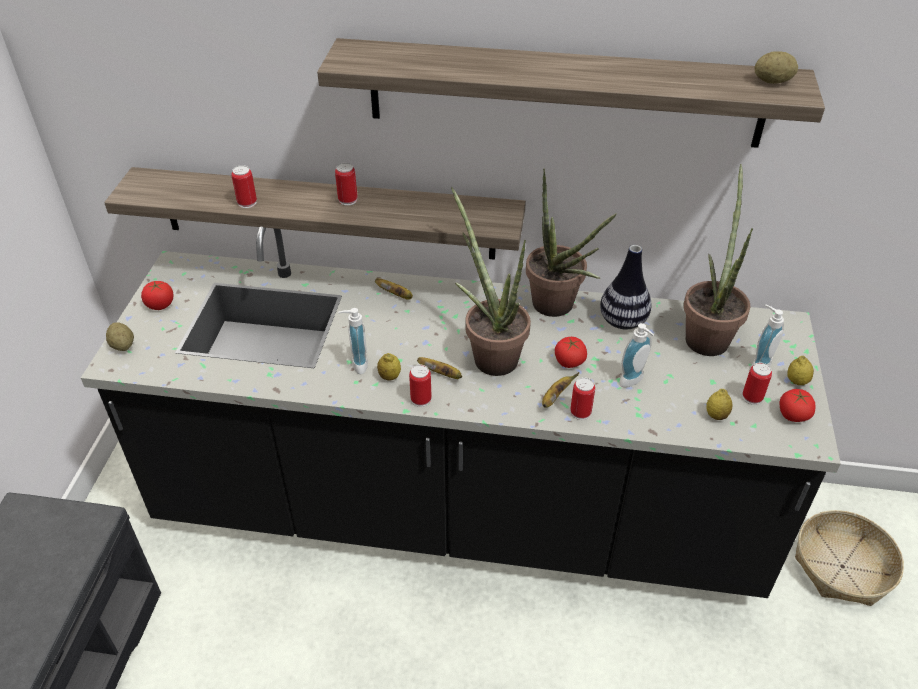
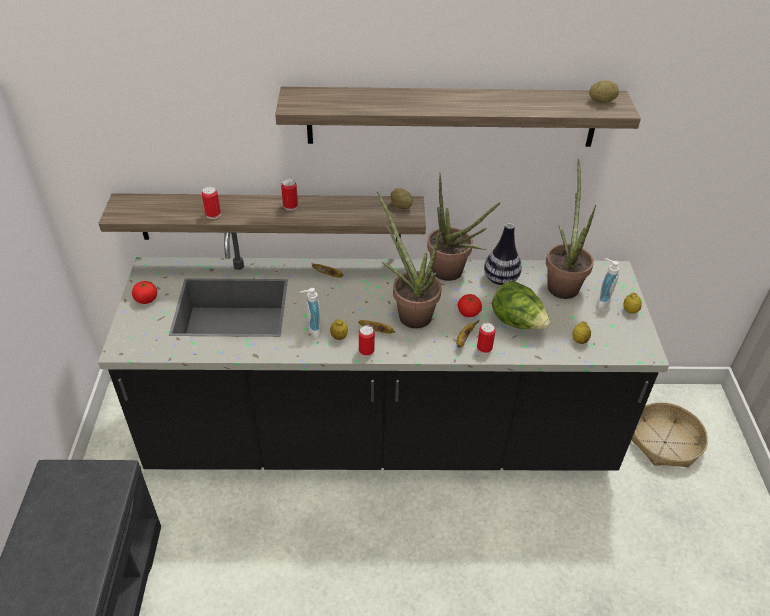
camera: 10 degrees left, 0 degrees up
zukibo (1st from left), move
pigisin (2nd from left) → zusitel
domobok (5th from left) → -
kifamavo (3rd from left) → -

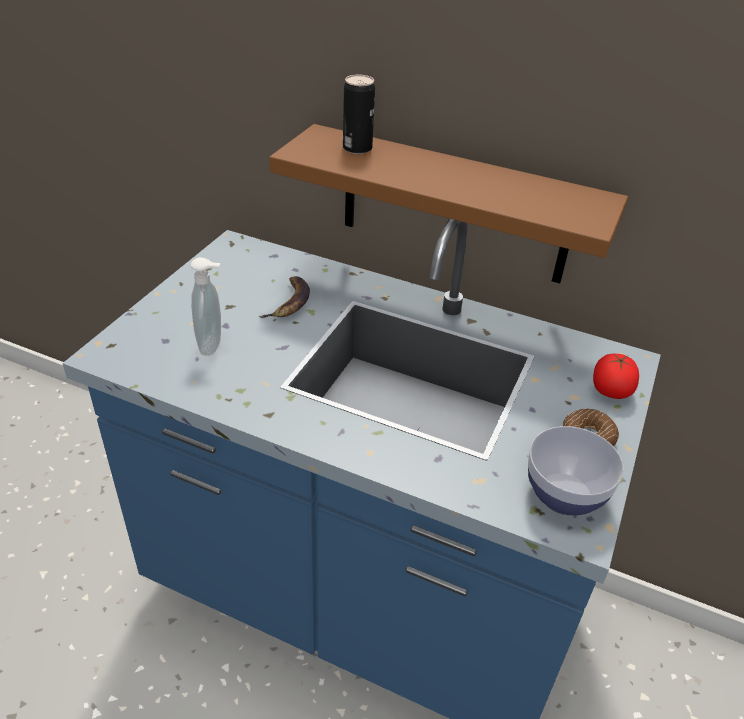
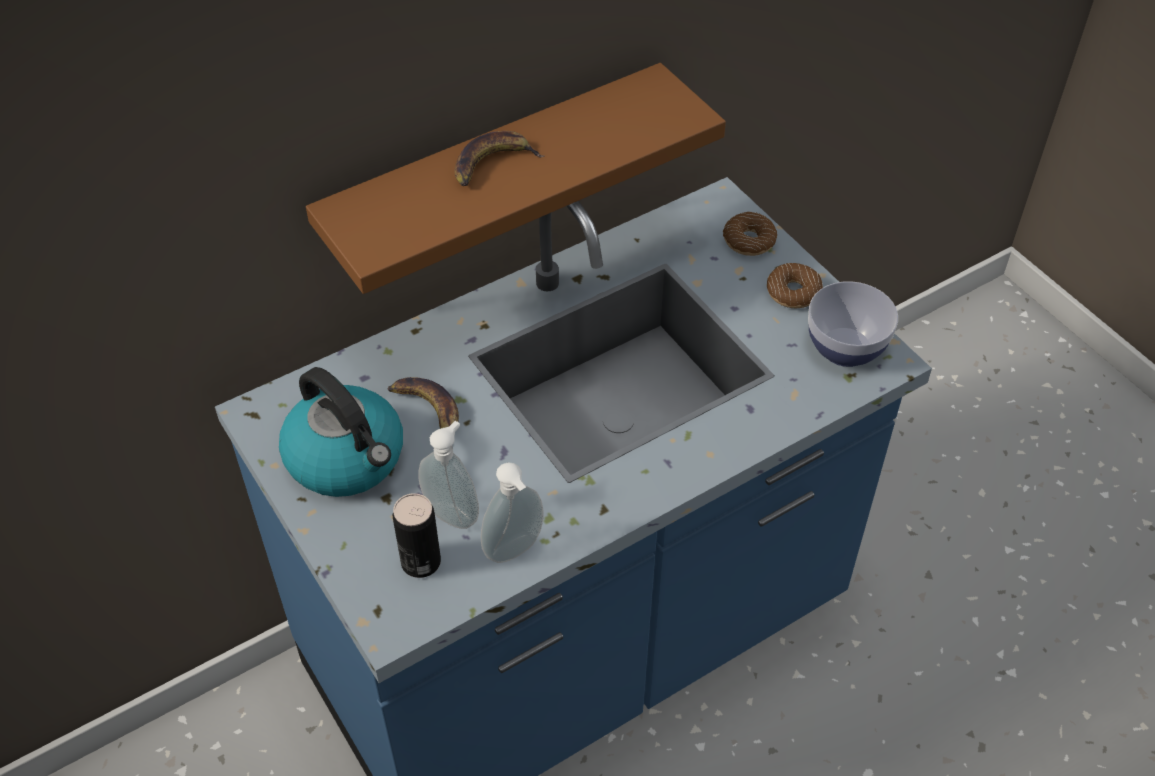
camera: 55 degrees left, 10 degrees up
- → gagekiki
domobok, move
- → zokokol (2nd from left)
- → pigisin (2nd from left)
kifamavo → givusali (1st from left)

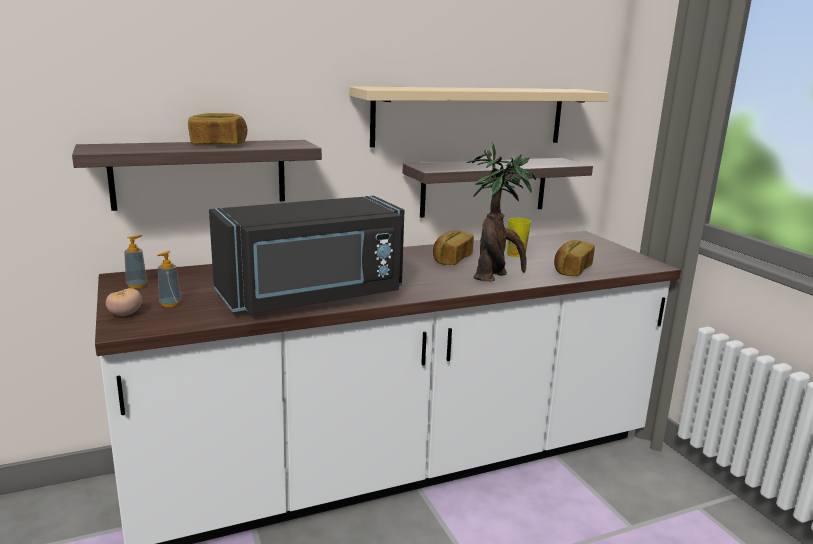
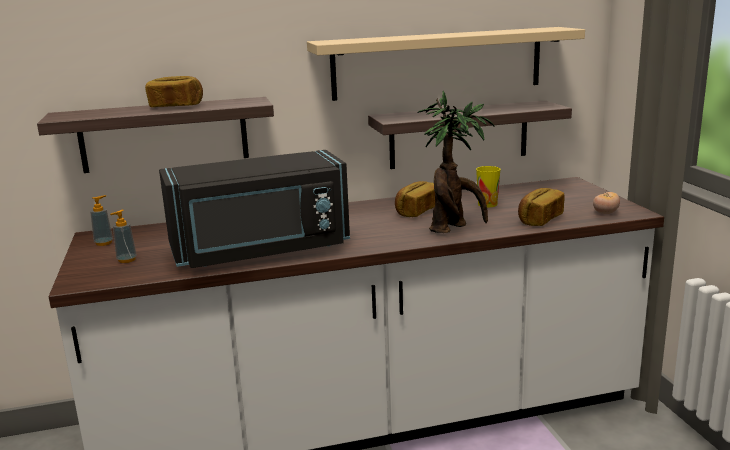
camera: 10 degrees right, 0 degrees up
kifamavo, move

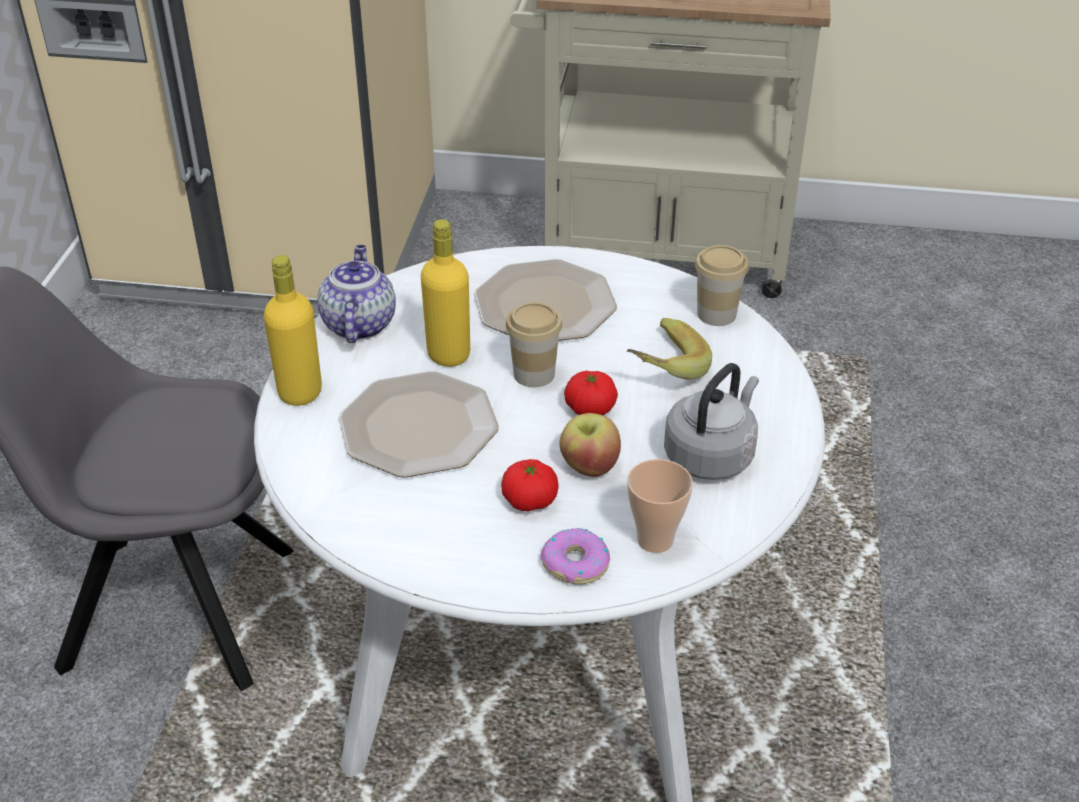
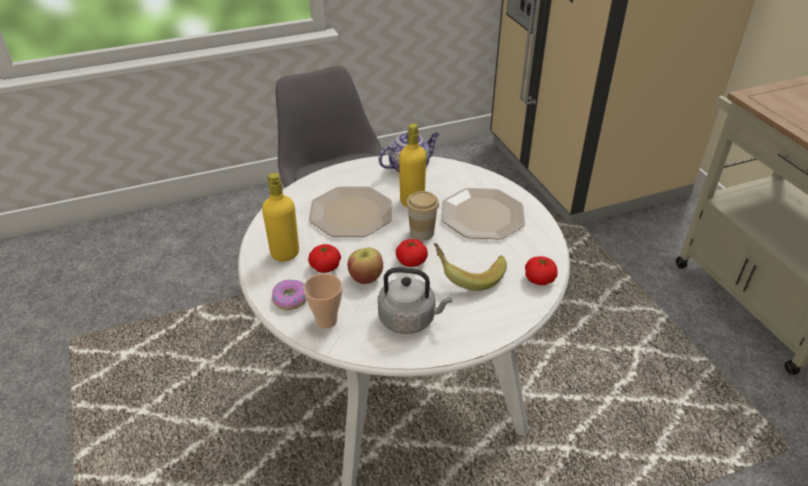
camera: 60 degrees right, 0 degrees up
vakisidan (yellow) (1st from left), move
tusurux (3rd from left) → kifamavo (3rd from left)

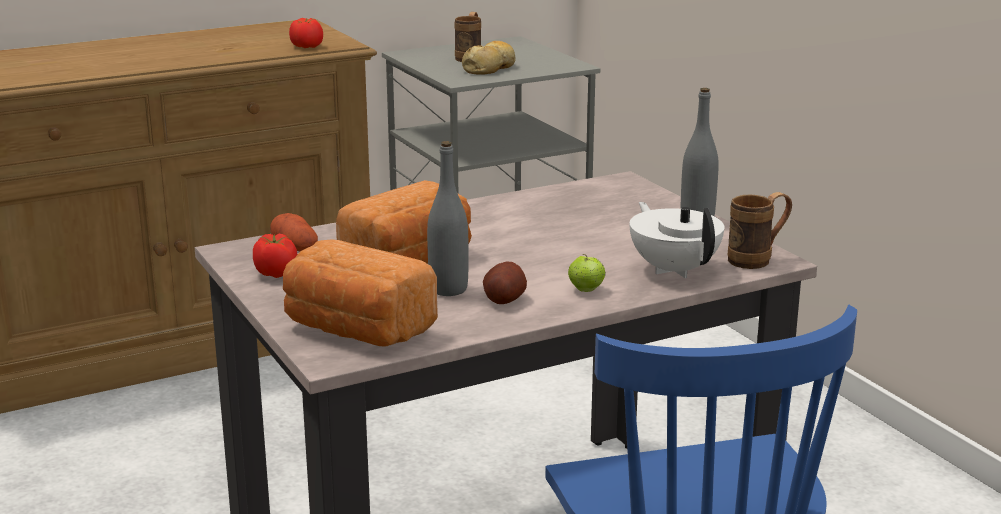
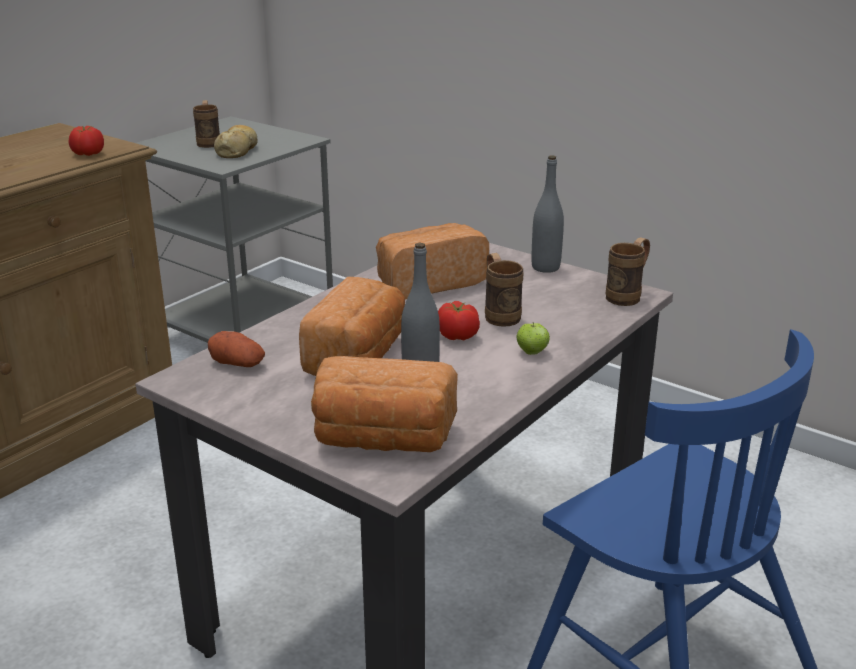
camera: 25 degrees left, 5 degrees up
- → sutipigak (4th from left)
kifamavo (1st from left in the first image) → kifamavo (2nd from left), move
- → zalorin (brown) (2nd from left)
zukibo (2nd from left) → -
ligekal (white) → -

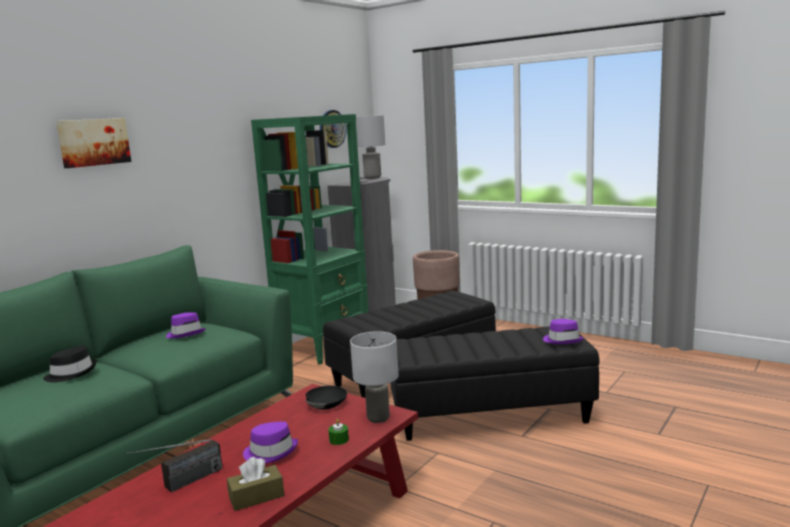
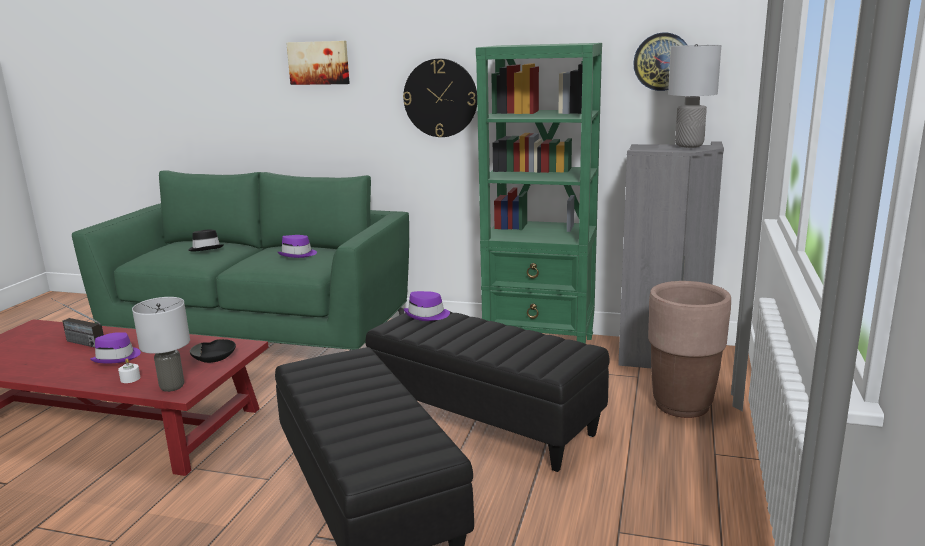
camera: 70 degrees right, 5 degrees up
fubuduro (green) → fubuduro (white)
- → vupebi (1st from left)
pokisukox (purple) (3rd from left), move
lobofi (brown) → -

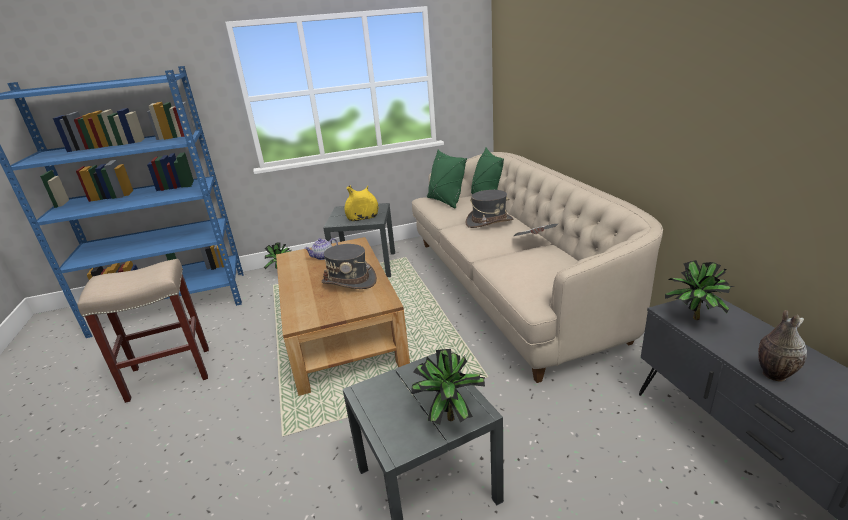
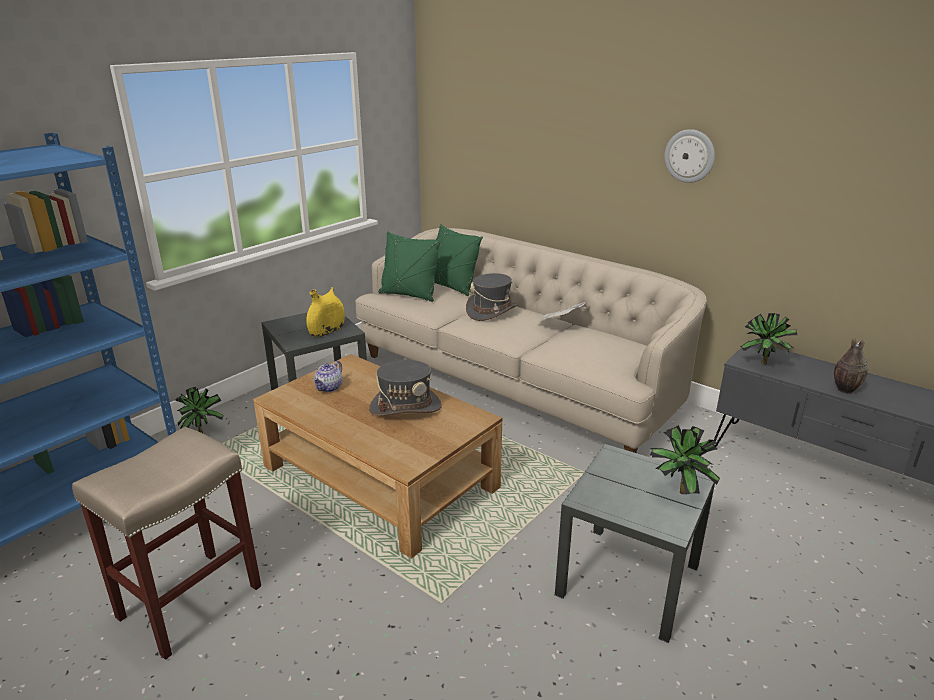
camera: 35 degrees left, 0 degrees up
- → vupebi

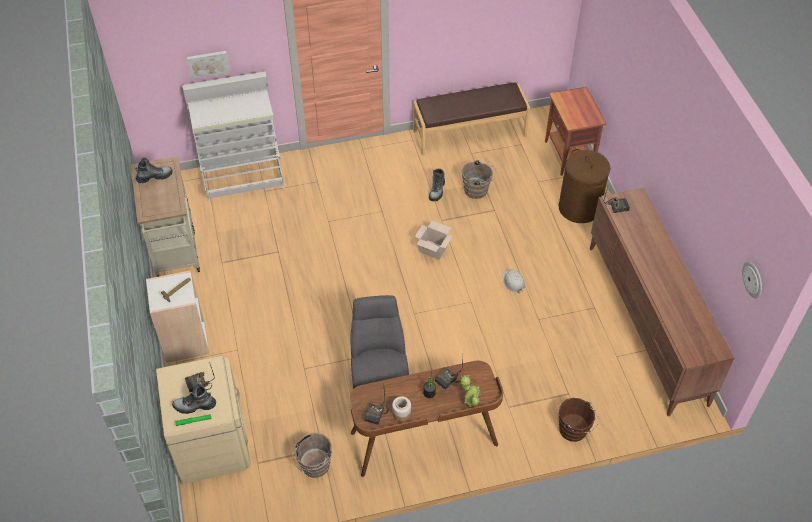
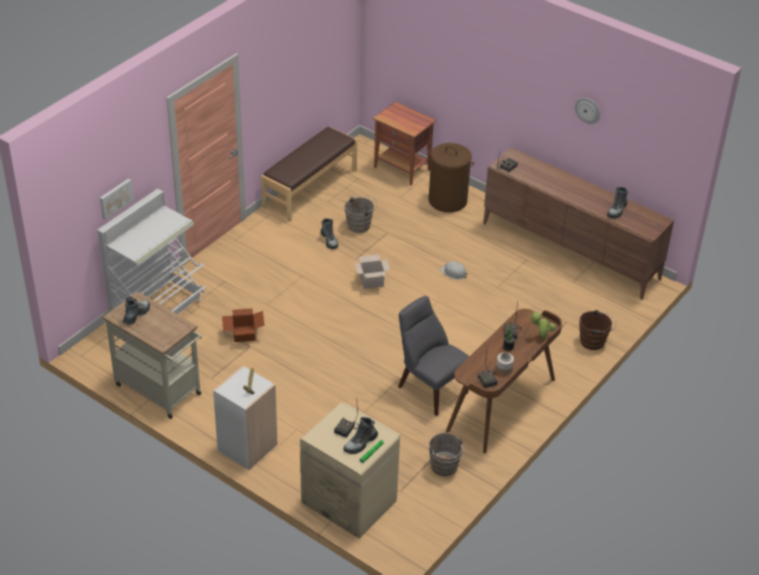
camera: 40 degrees left, 10 degrees down
- → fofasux (1st from left)
vupebi, move
- → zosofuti (4th from left)

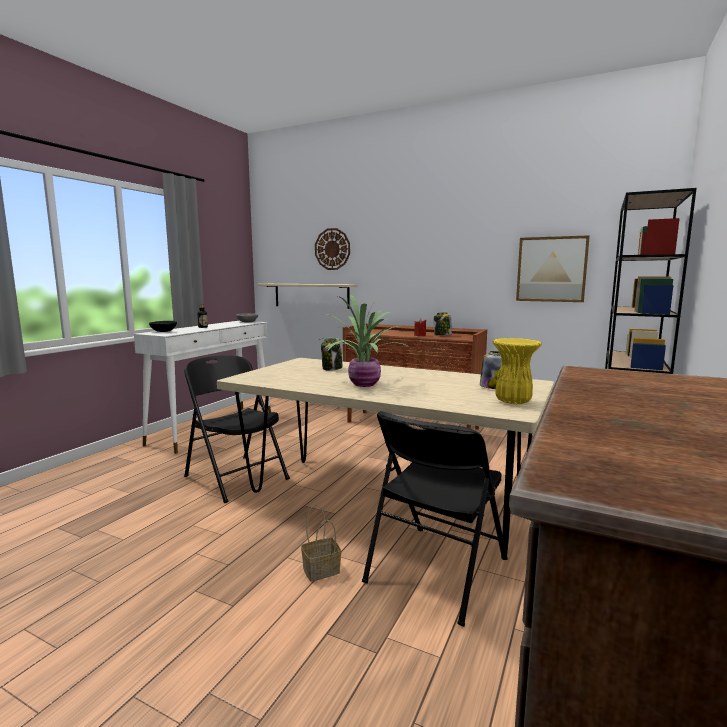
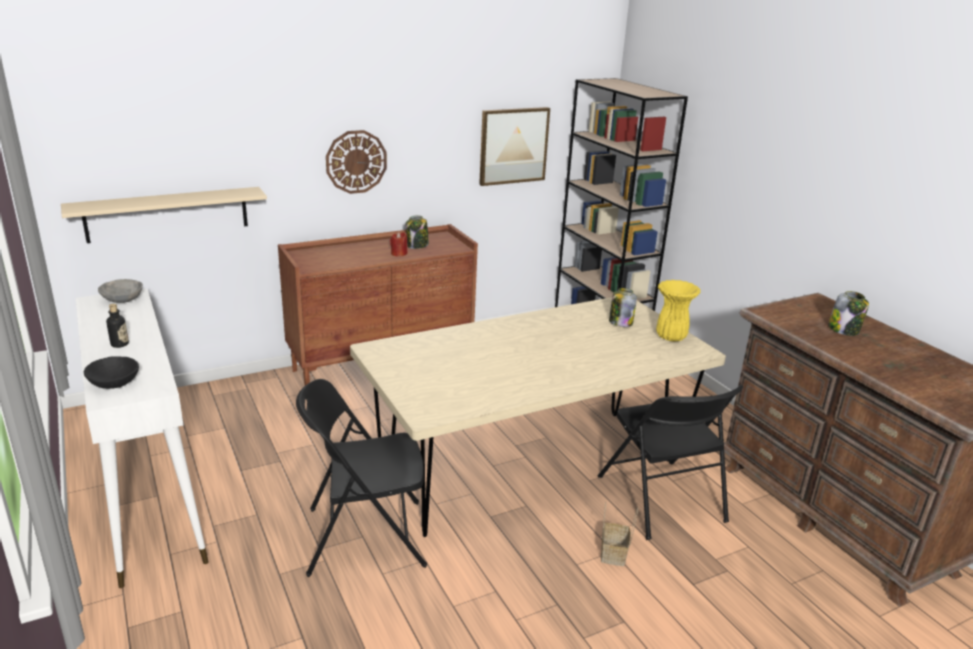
camera: 55 degrees left, 15 degrees up
vupebi, move
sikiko (1st from left in the first image) → sikiko (3rd from left), move
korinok → -

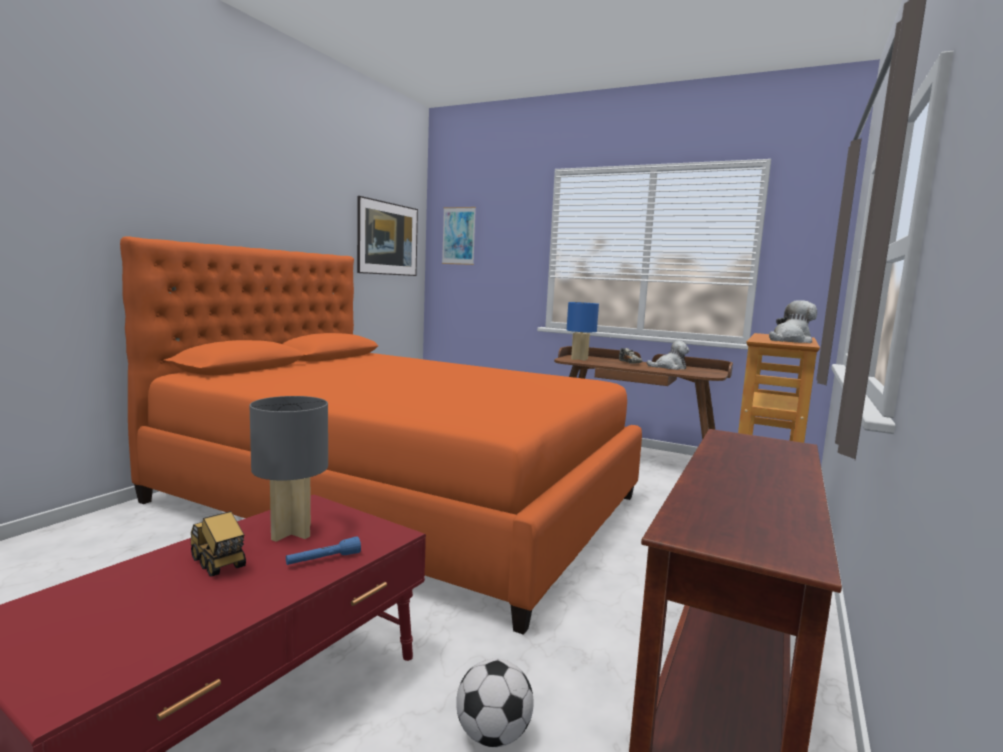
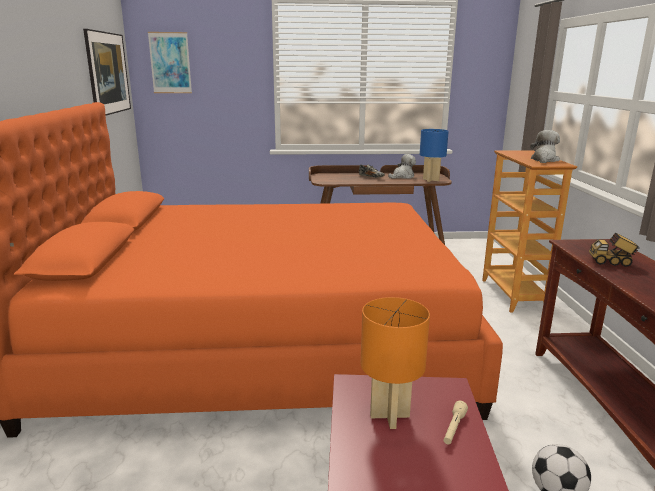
camera: 30 degrees left, 10 degrees up
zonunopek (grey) → zonunopek (orange)
zonunopek (blue), move
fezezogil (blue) → fezezogil (beige)
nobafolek, move

